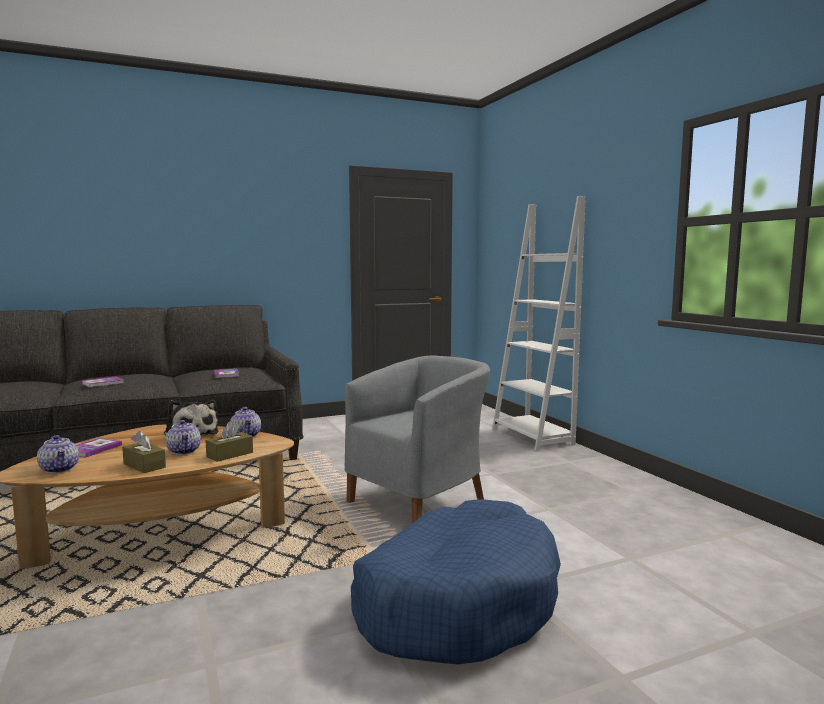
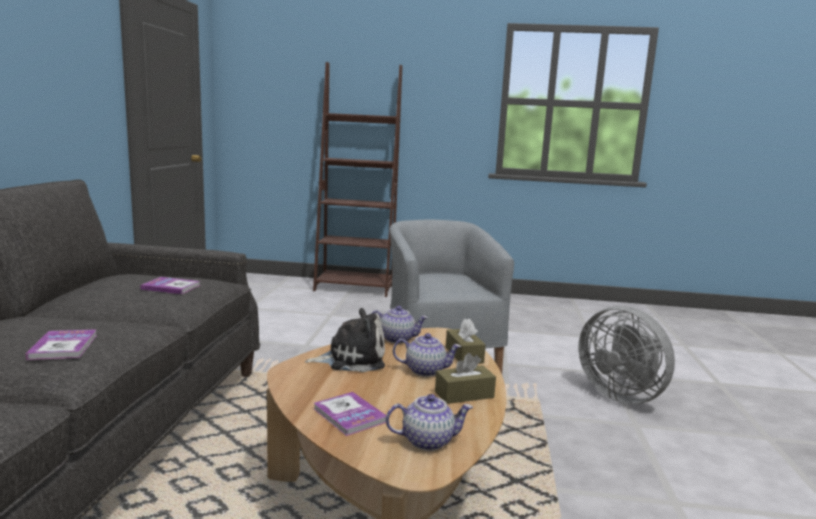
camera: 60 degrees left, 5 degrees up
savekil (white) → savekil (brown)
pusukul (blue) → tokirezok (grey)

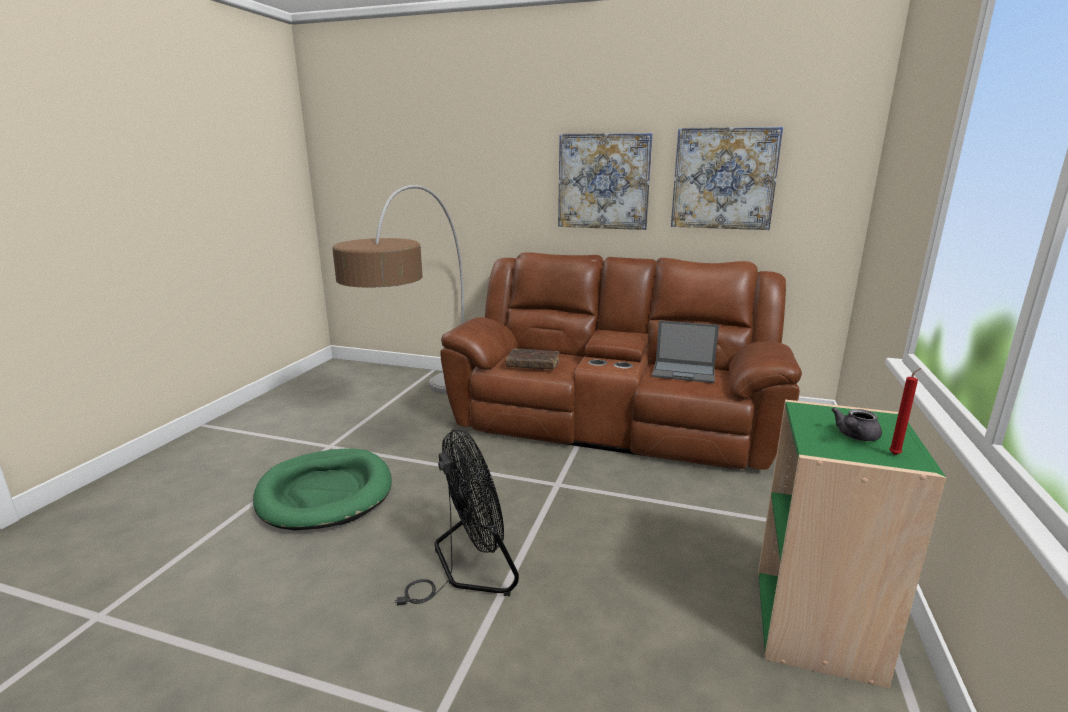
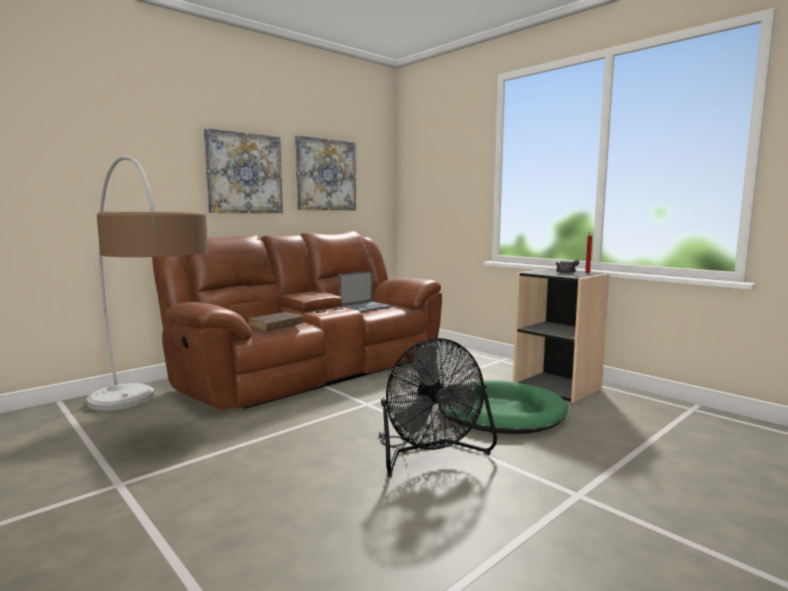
camera: 60 degrees left, 10 degrees down
tokirezok (black), 150 degrees clockwise
pusukul (green), move
savekil (green) → savekil (black)

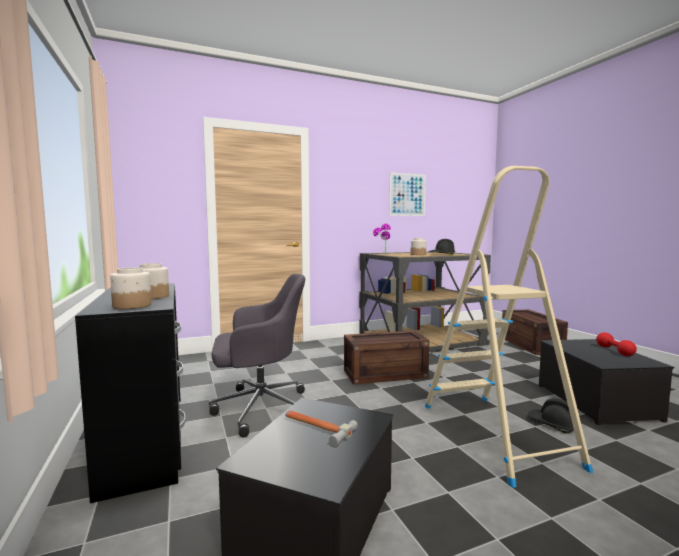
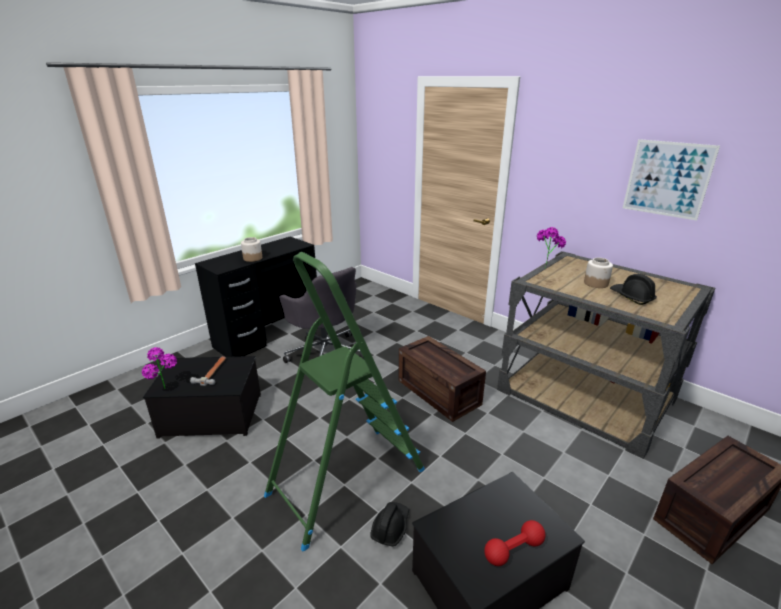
camera: 65 degrees right, 20 degrees up
- → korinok (1st from left)
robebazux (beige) → robebazux (green)
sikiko (1st from left) → -

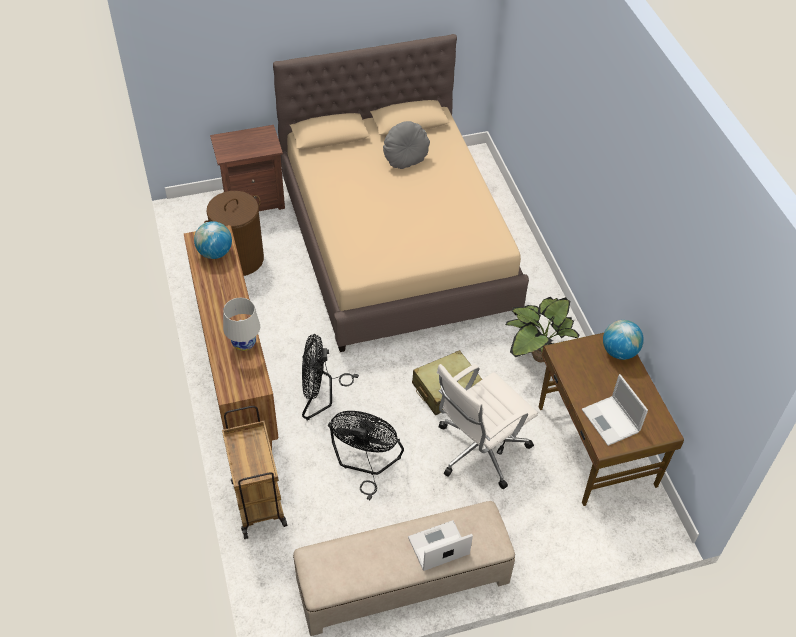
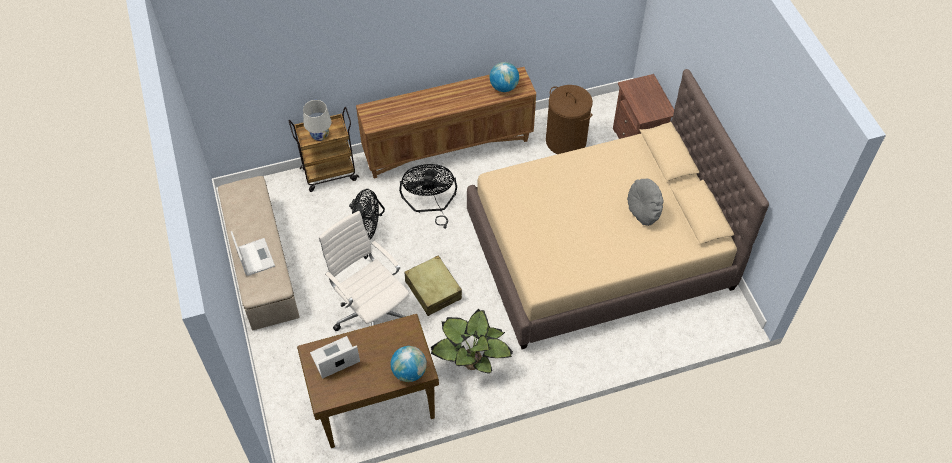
camera: 90 degrees right, 5 degrees up
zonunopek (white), move

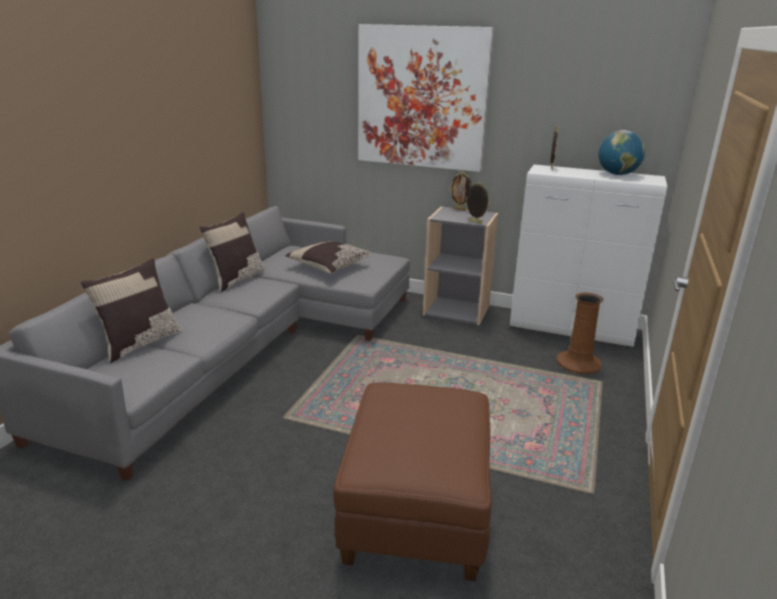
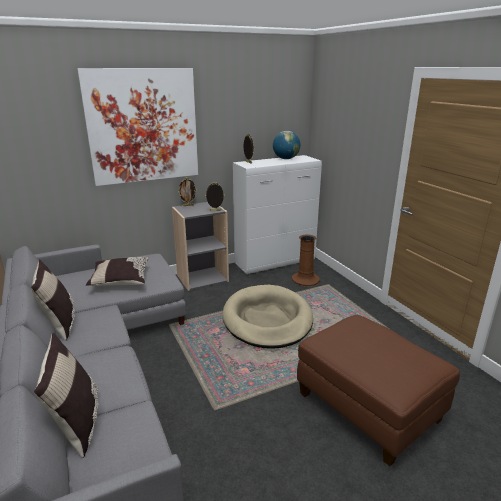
camera: 45 degrees left, 0 degrees up
- → pusukul (beige)

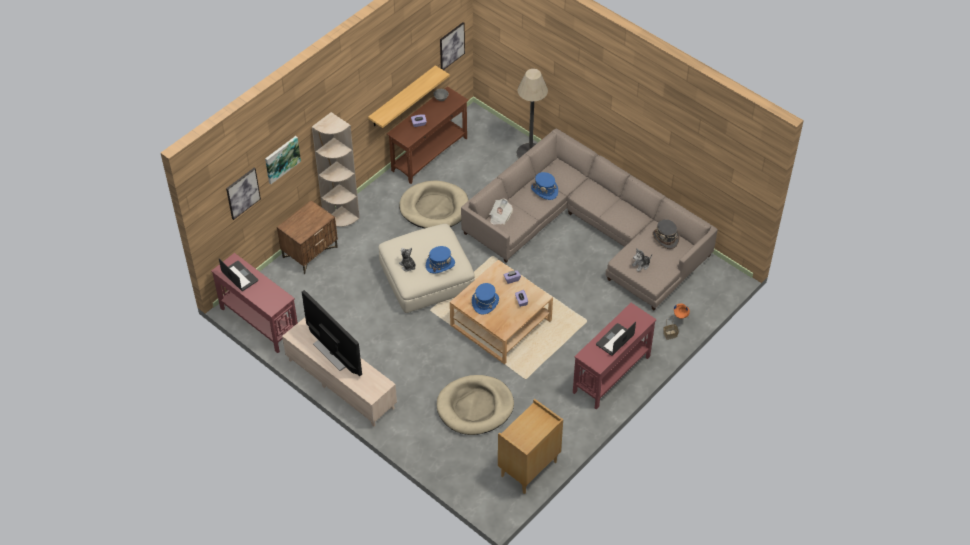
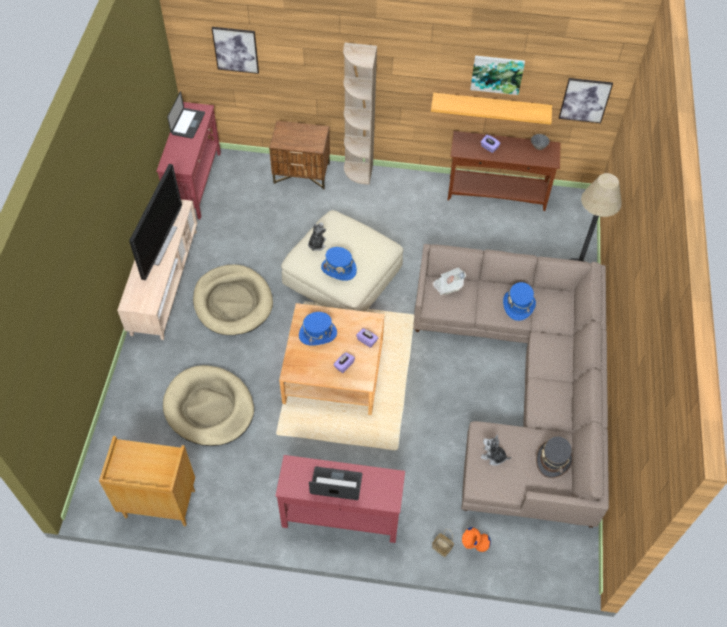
camera: 55 degrees right, 5 degrees up
pusukul (beige) (1st from left in the first image) → pusukul (beige) (2nd from left), move
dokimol (2nd from left), move

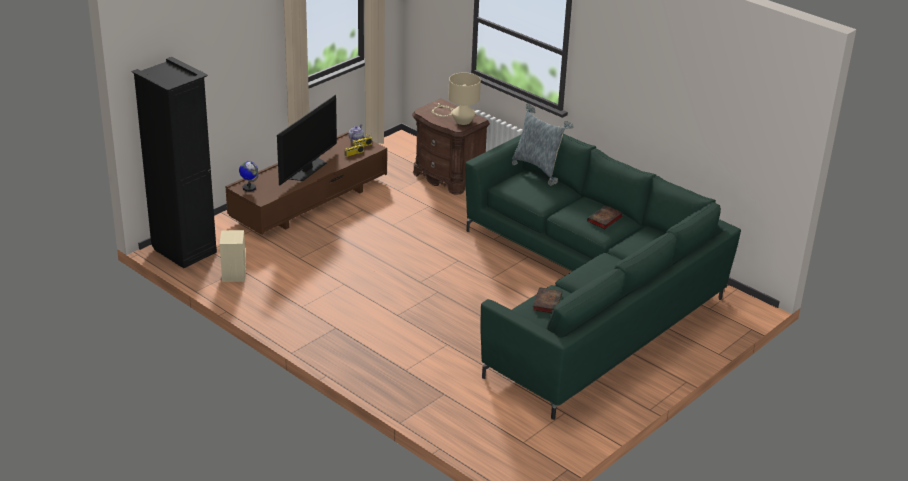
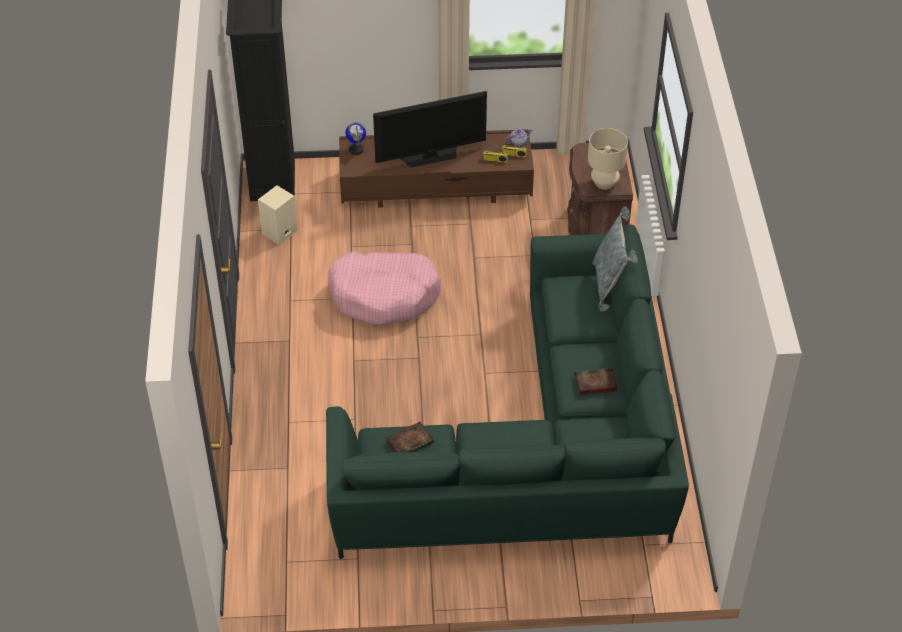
camera: 45 degrees right, 15 degrees up
- → pusukul (pink)

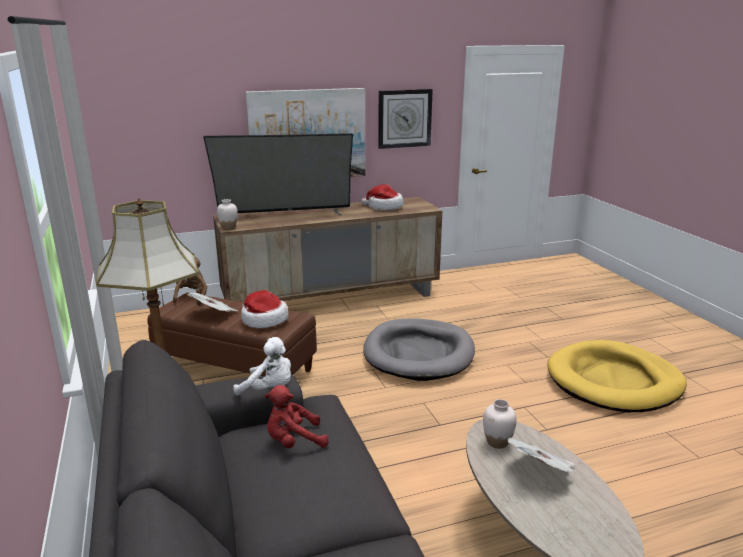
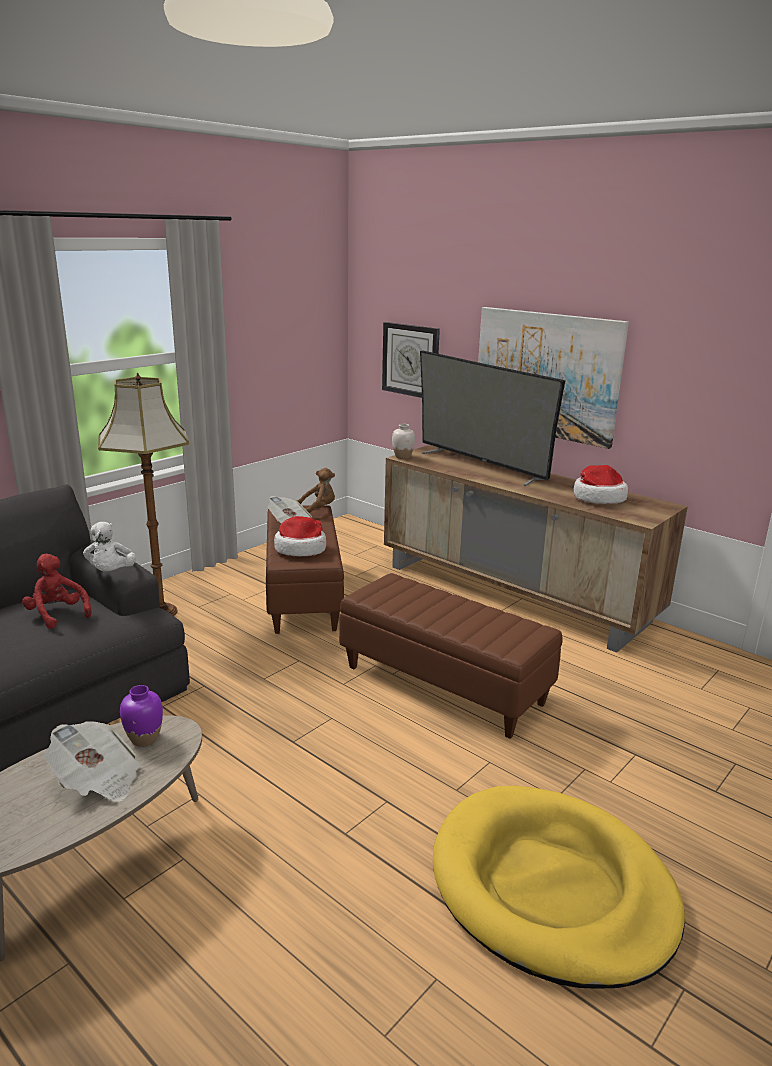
camera: 60 degrees right, 0 degrees up
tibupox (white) (2nd from left) → tibupox (purple)
pusukul (grey) → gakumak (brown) (2nd from left)
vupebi, move

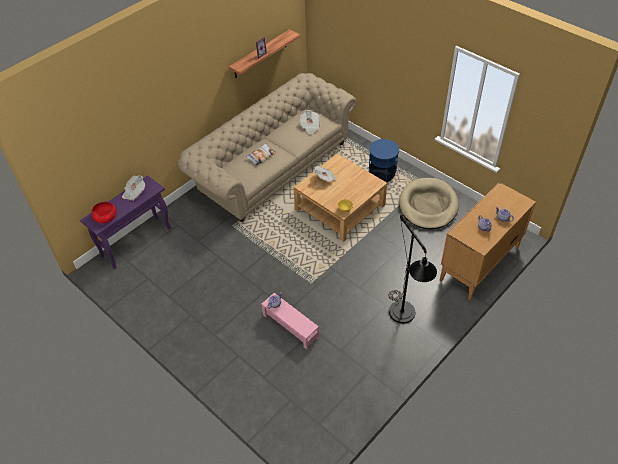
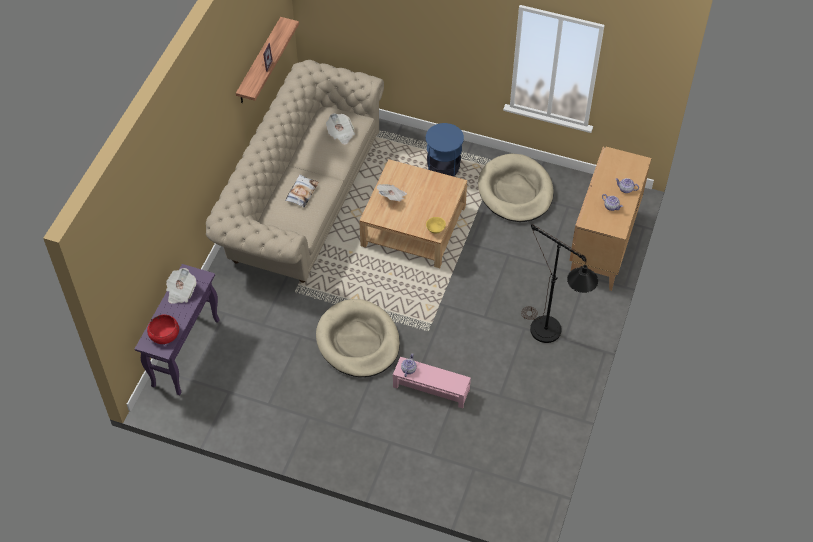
camera: 25 degrees left, 5 degrees up
- → pusukul (beige) (1st from left)

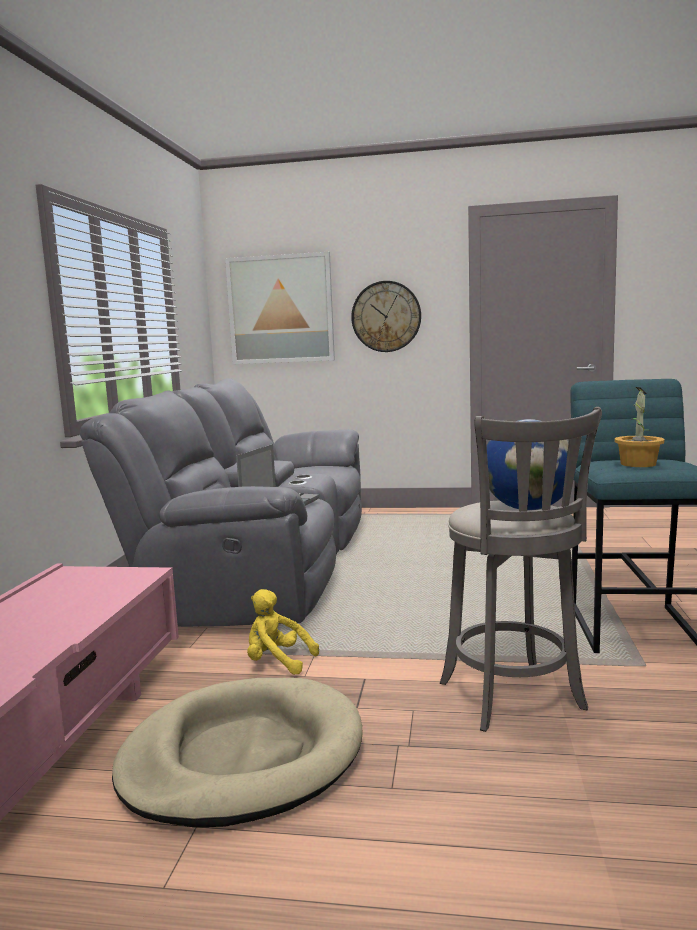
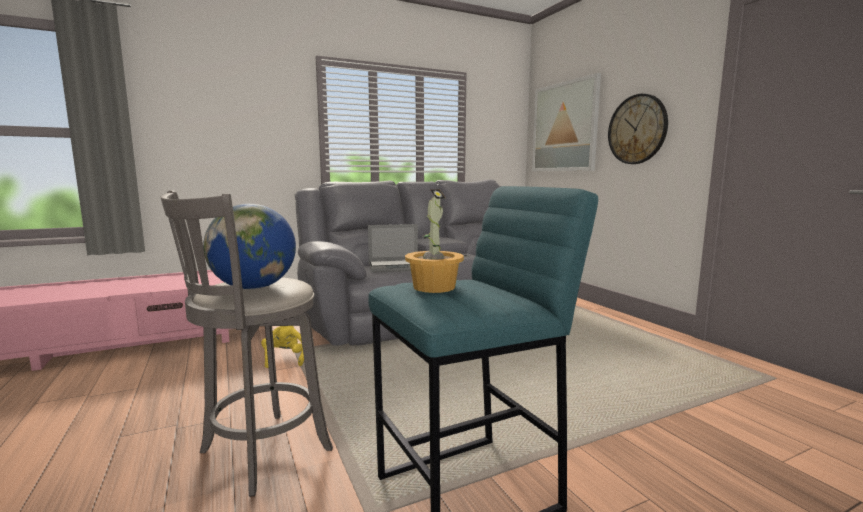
camera: 55 degrees right, 0 degrees up
pusukul (beige) → -

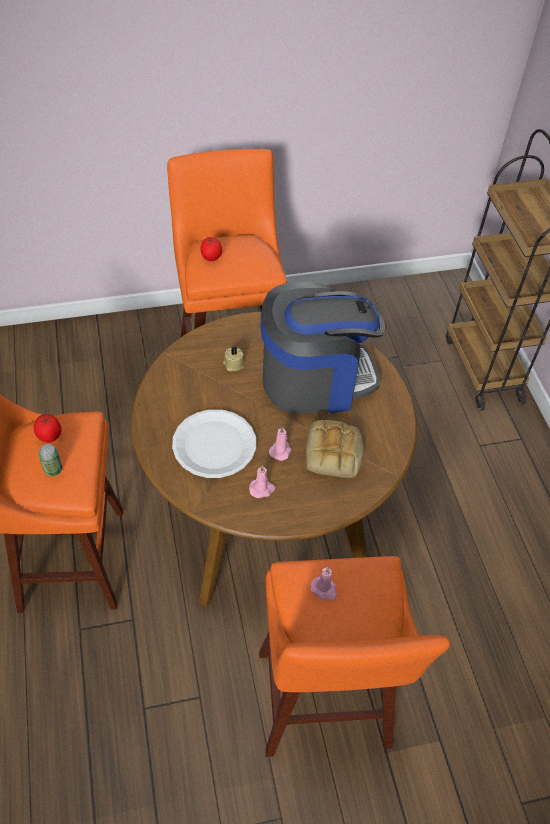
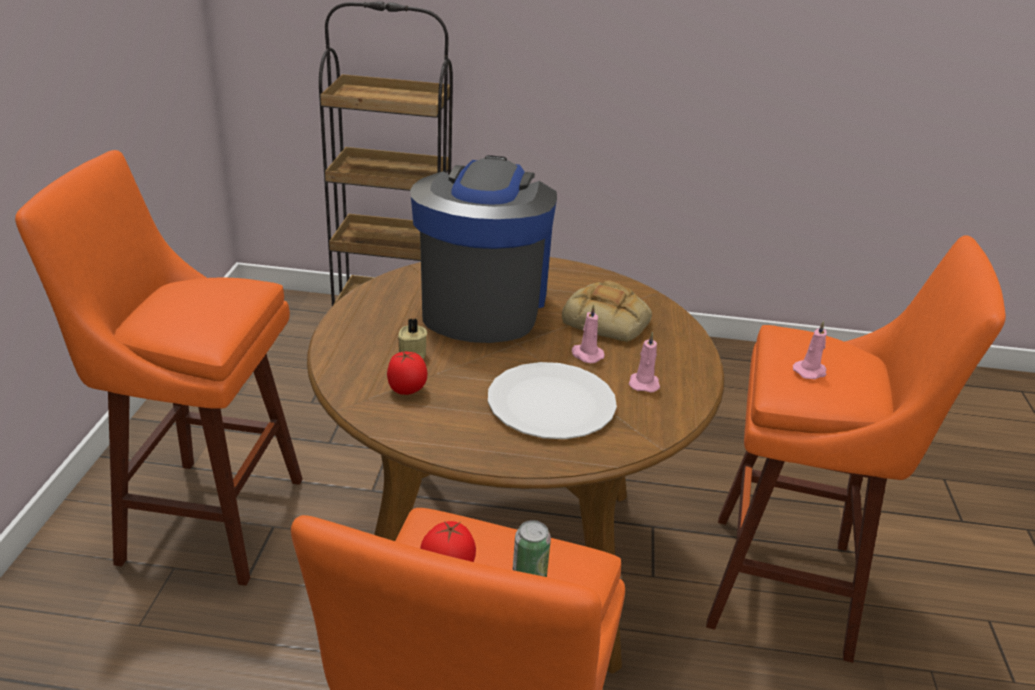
camera: 70 degrees left, 20 degrees down
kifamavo (2nd from left in the first image) → kifamavo (1st from left), move

